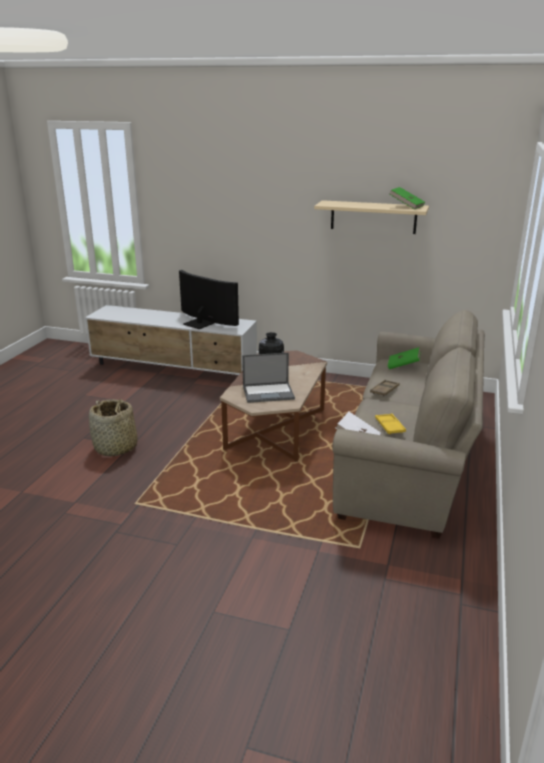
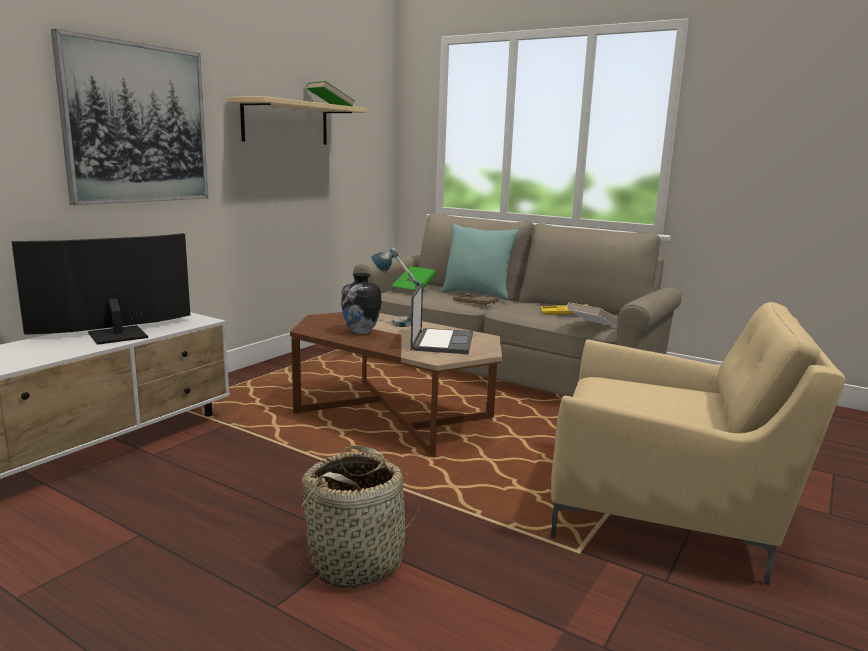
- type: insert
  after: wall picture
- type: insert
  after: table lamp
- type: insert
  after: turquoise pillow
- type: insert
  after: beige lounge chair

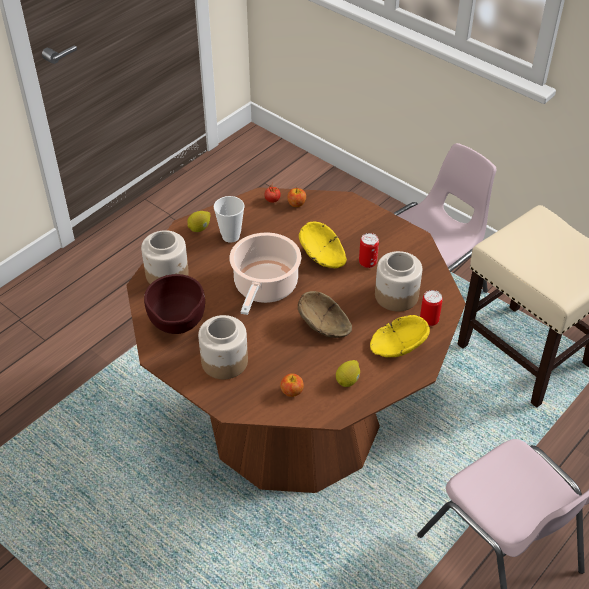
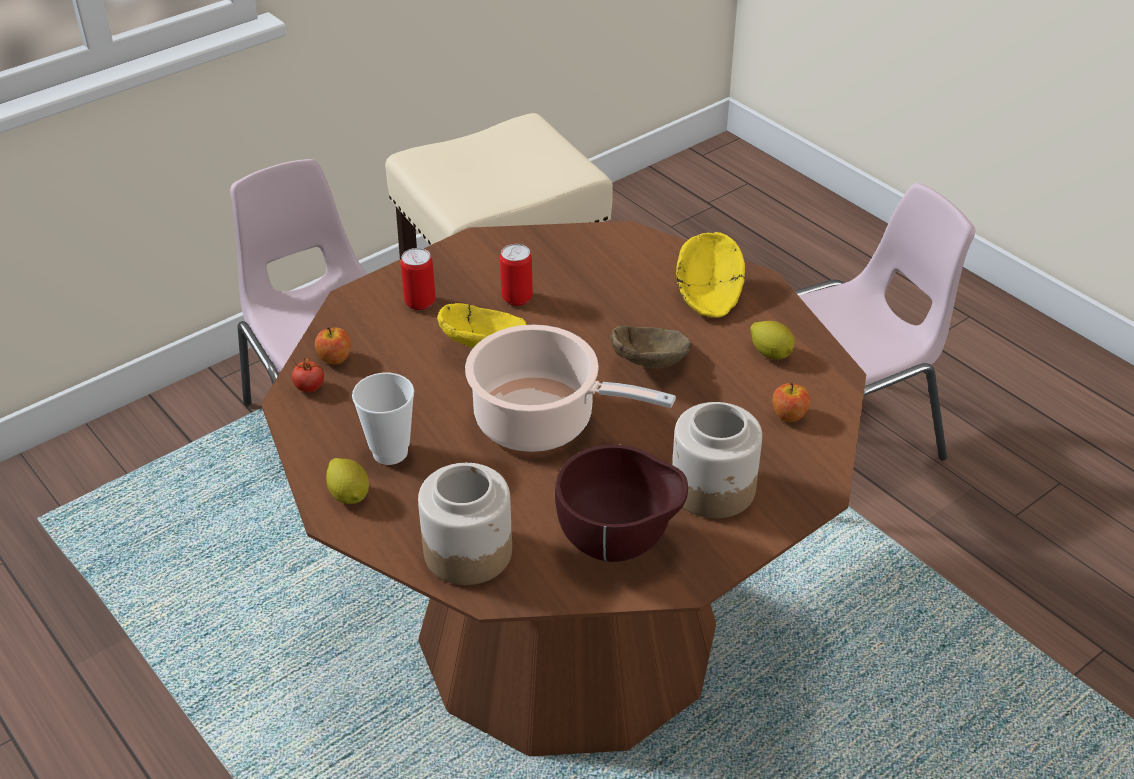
- type: move
  before: metal can (2nd from left in the first image)
  after: metal can (1st from left)
- type: delete
  before: jar (3rd from left)

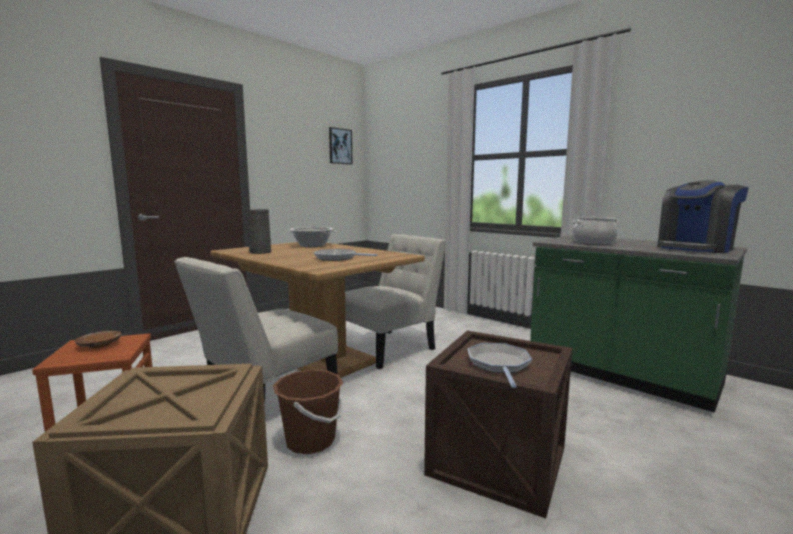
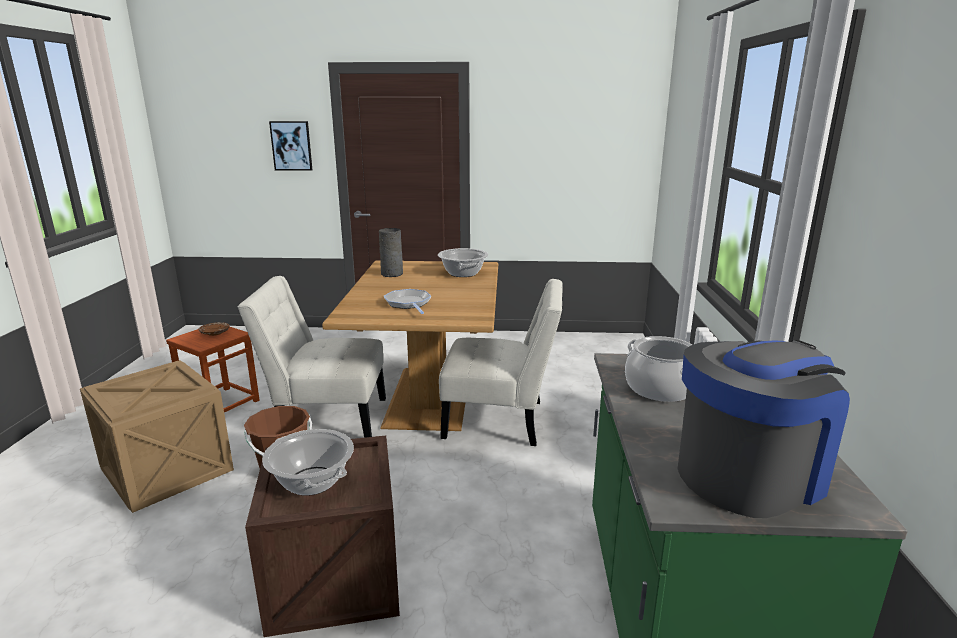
- type: replace
  before: frying pan (2nd from left)
  after: saucepot (1st from left)
- type: move
  before: wall picture
- type: rotate
  before: coffee machine
  turn: 135

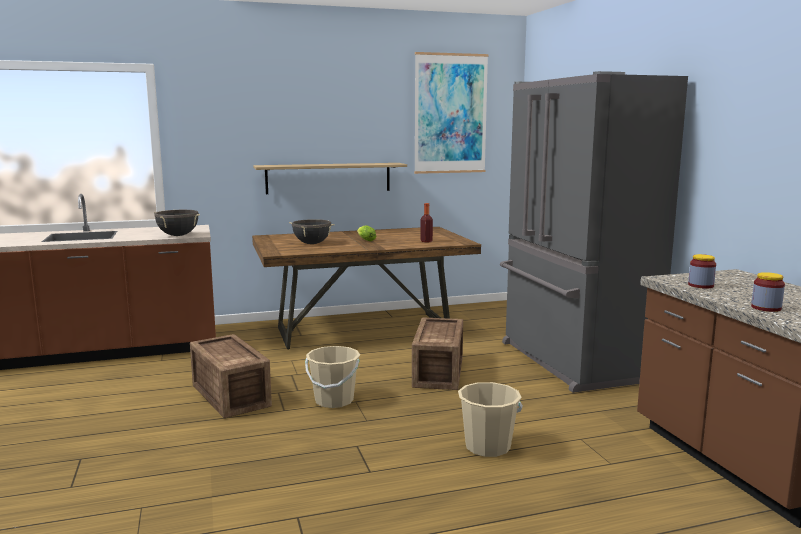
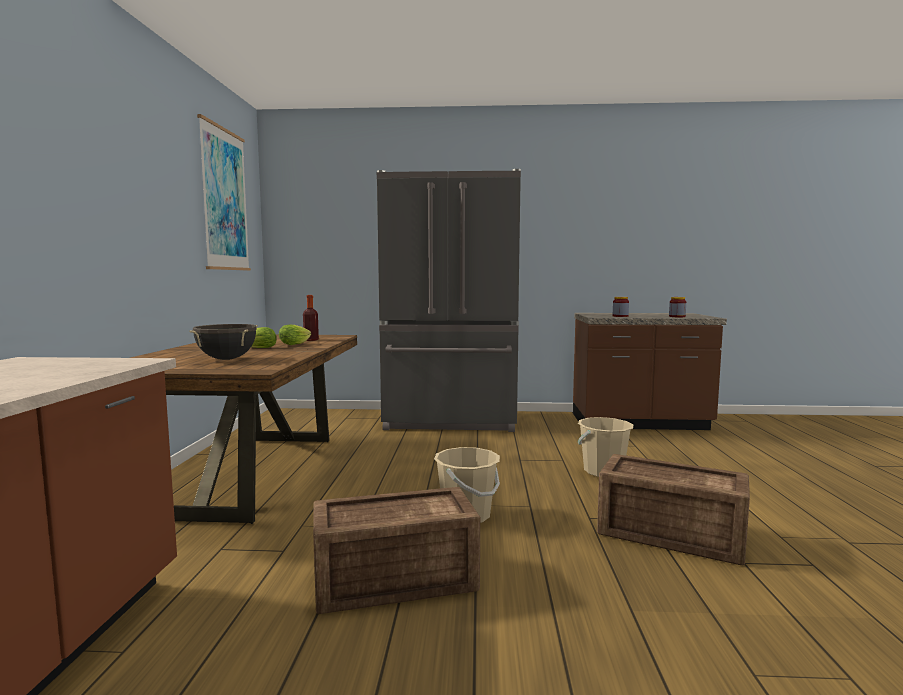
- type: insert
  after: lettuce head (2nd from left)
- type: move
  before: crate (2nd from left)
- type: delete
  before: blackish saucepot (1st from left)
- type: delete
  before: bracket shelf

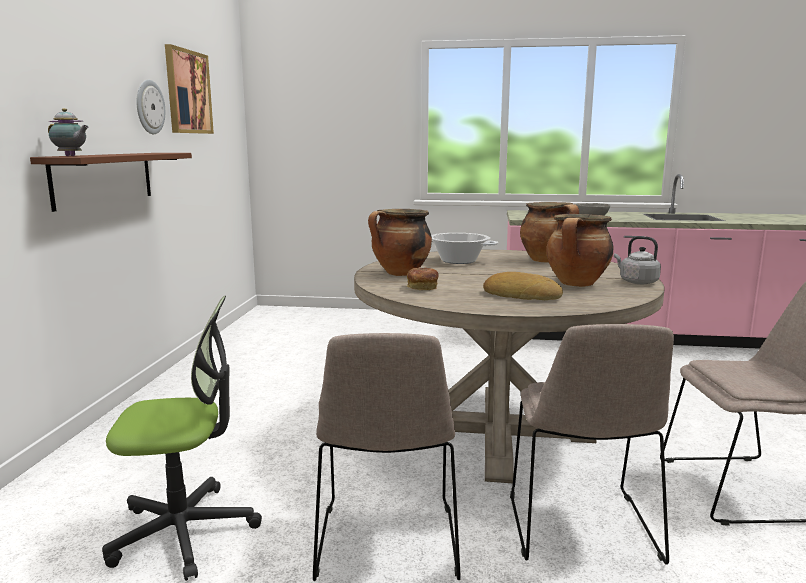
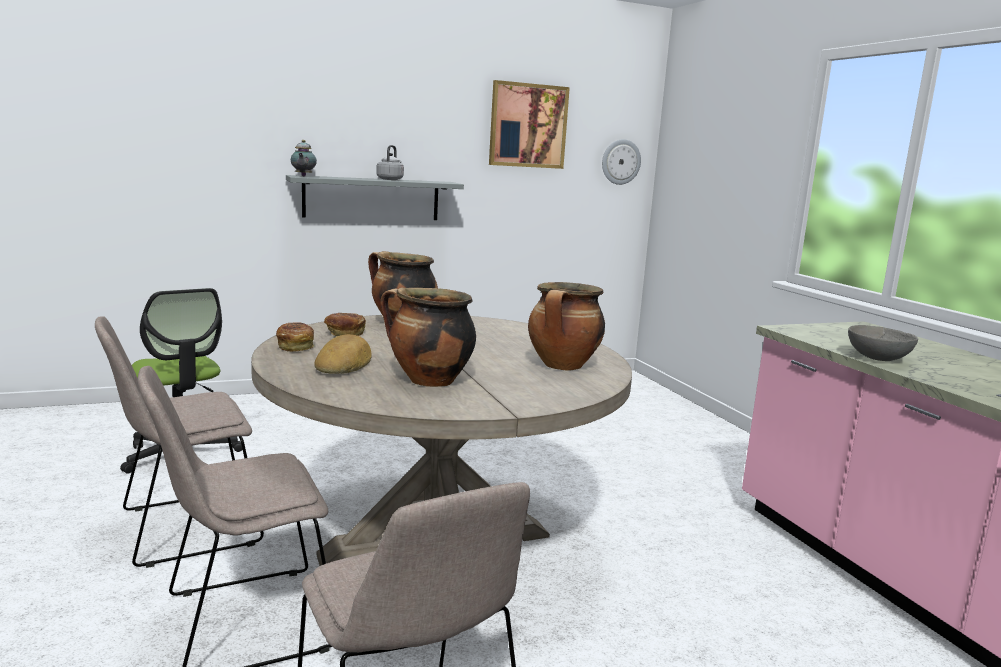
- type: insert
  after: bakery bread (1st from left)
- type: recolor
  before: brown bracket shelf
  after: grey bracket shelf
- type: move
  before: grey water kettle
- type: move
  before: hanging clock
- type: delete
  before: saucepot (2nd from left)

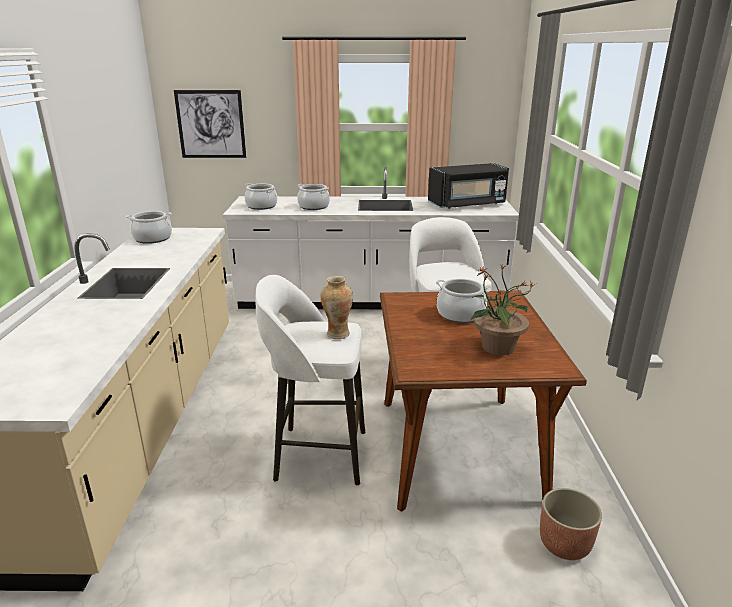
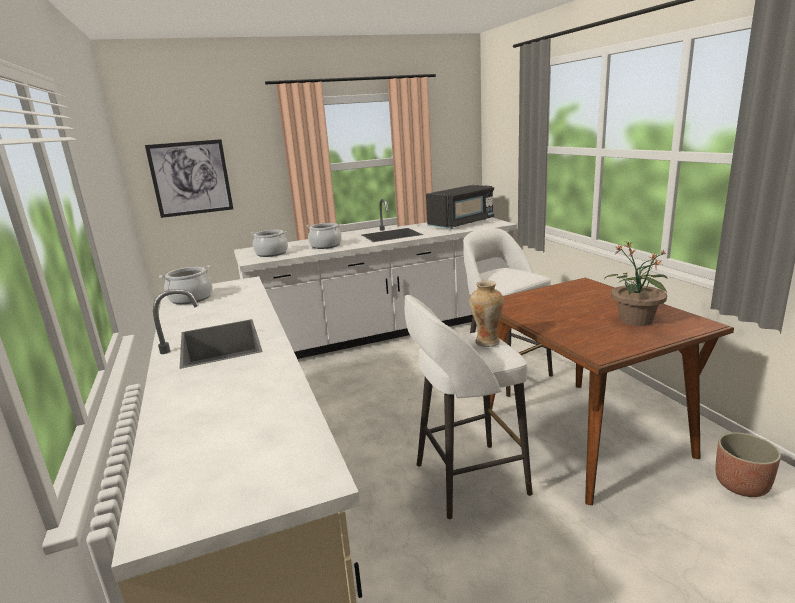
- type: delete
  before: saucepot (4th from left)

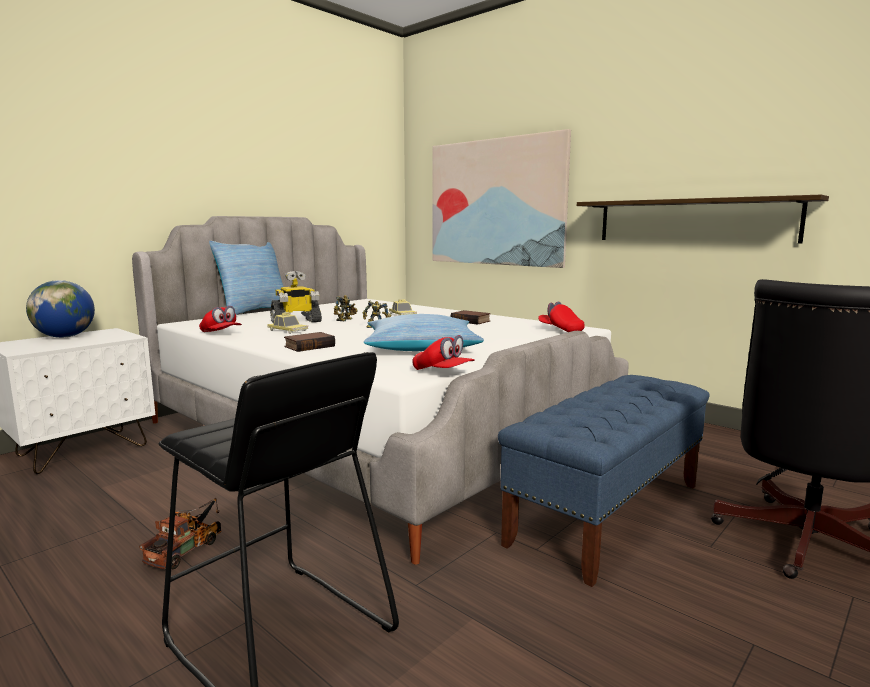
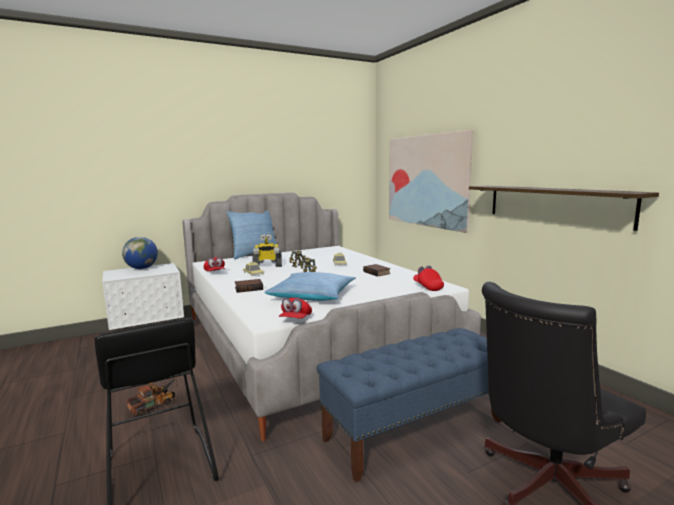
- type: rotate
  before: reddish peaked cap (2nd from left)
  turn: 45

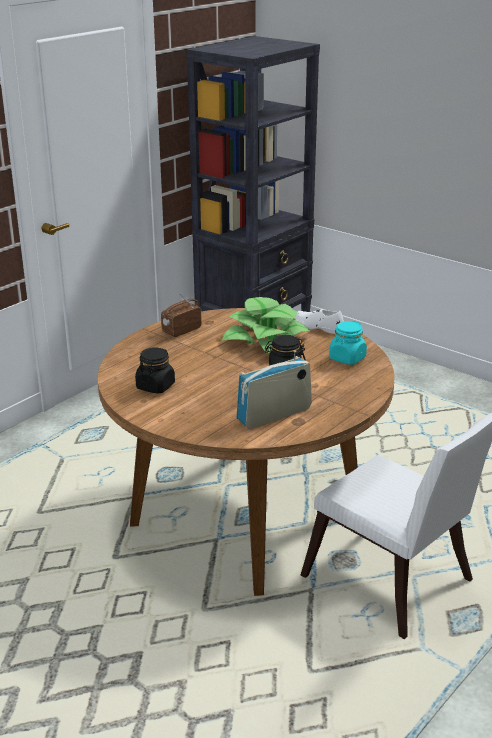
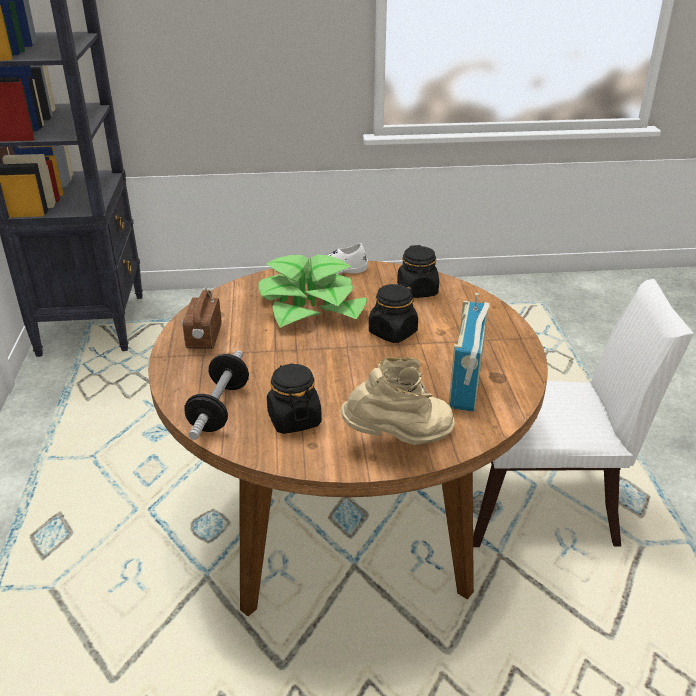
- type: insert
  after: free weight
- type: insert
  after: beige boot
- type: recolor
  before: turquoise jar
  after: blackish jar (3rd from left)

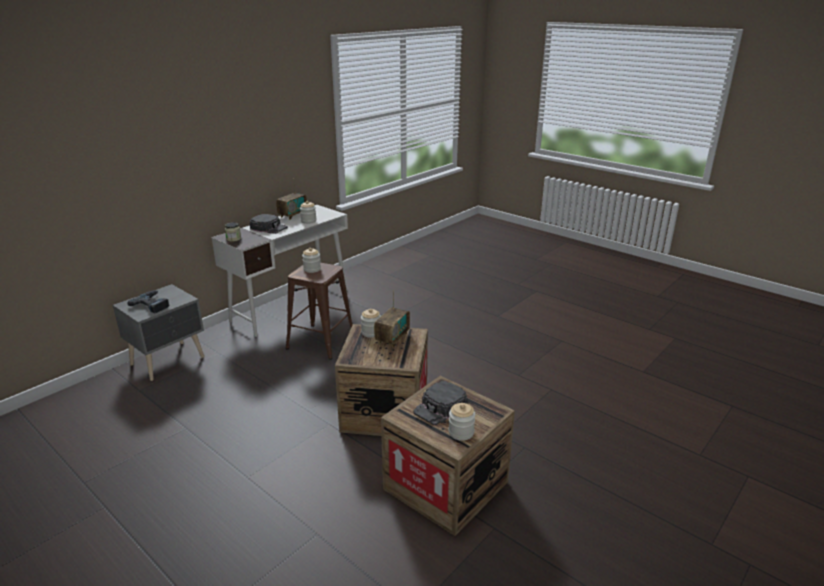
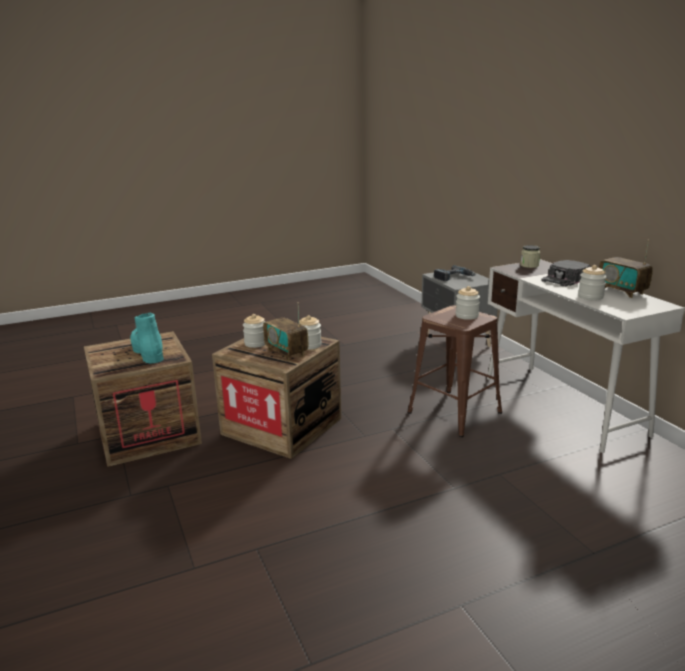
- type: replace
  before: blackish peaked cap (2nd from left)
  after: turquoise boot
- type: move
  before: jar (5th from left in the first image)
  after: jar (1st from left)

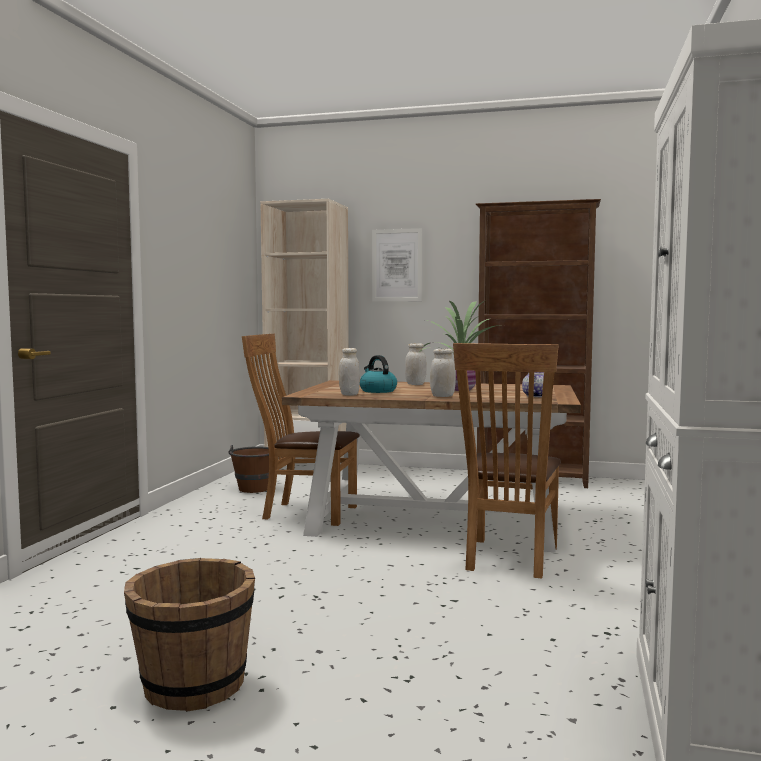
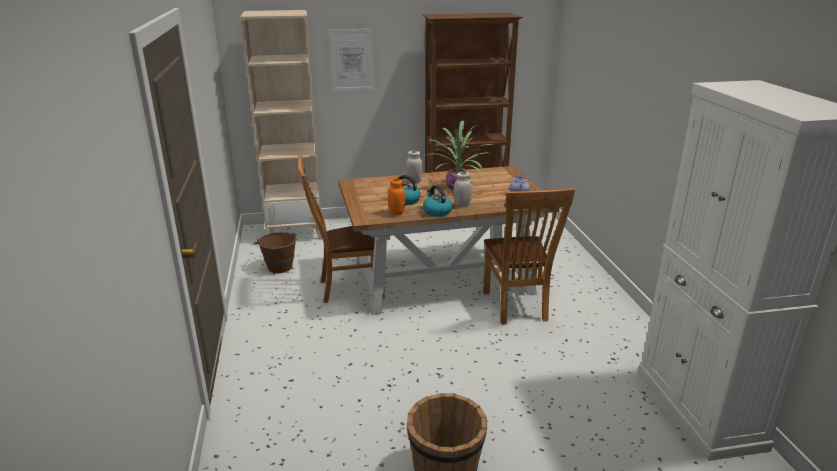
- type: recolor
  before: white jar (1st from left)
  after: orange jar
- type: insert
  after: water kettle (2nd from left)

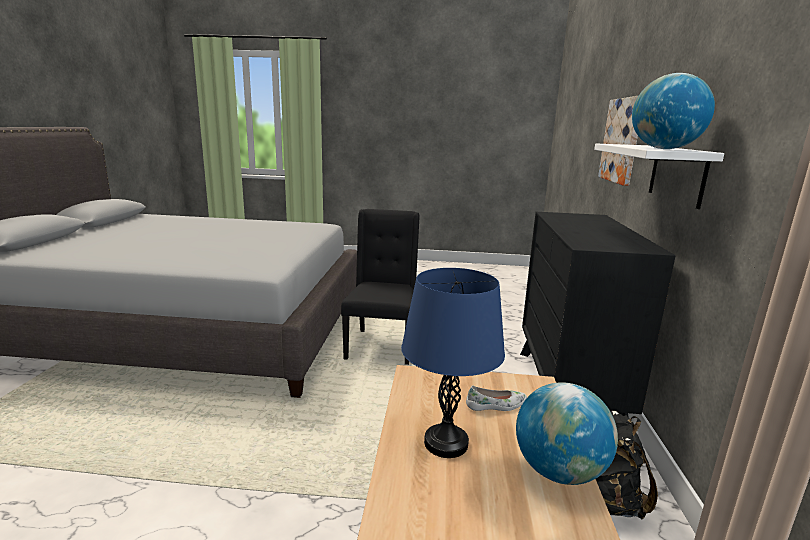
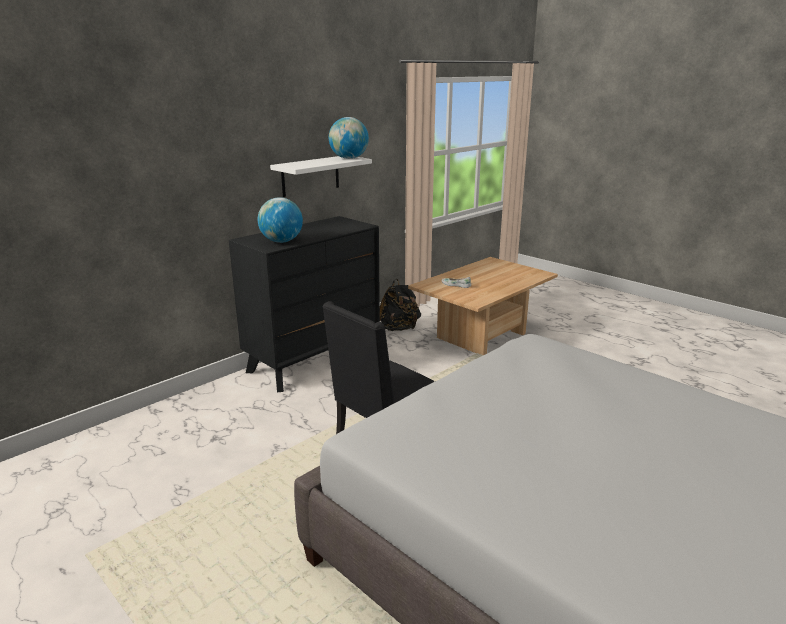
- type: move
  before: world globe (1st from left)
- type: delete
  before: bluish table lamp
- type: delete
  before: wall picture

